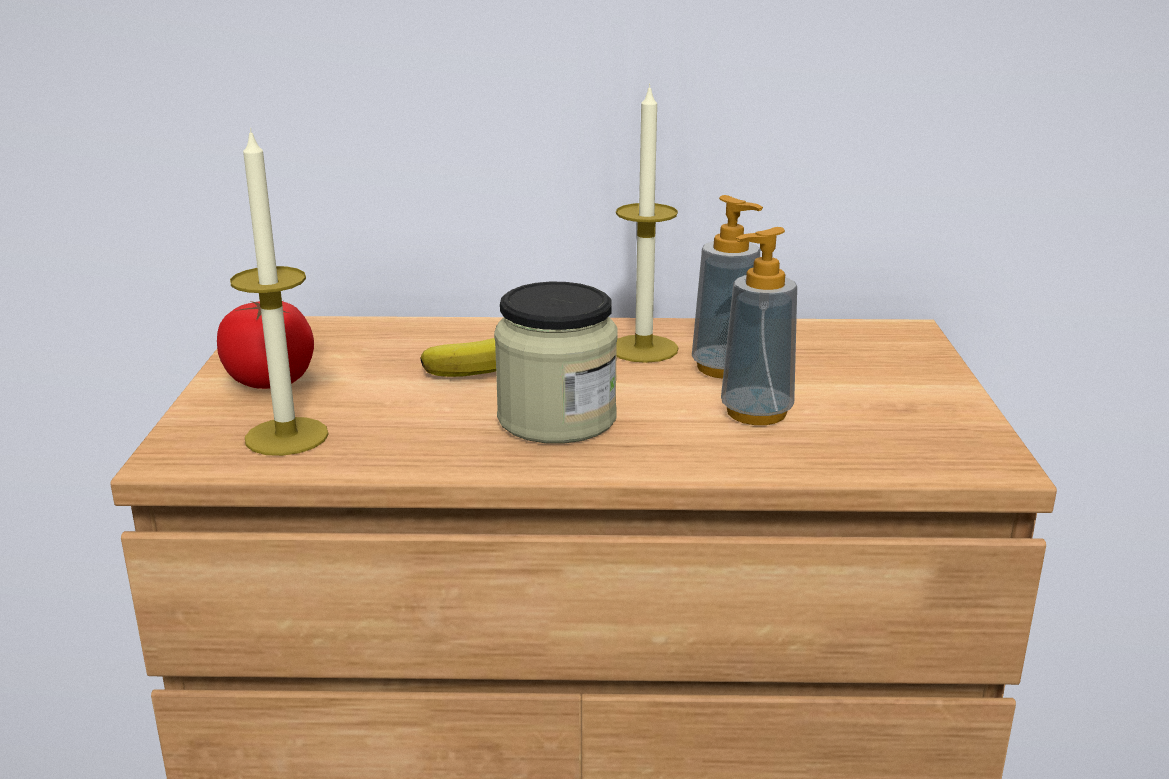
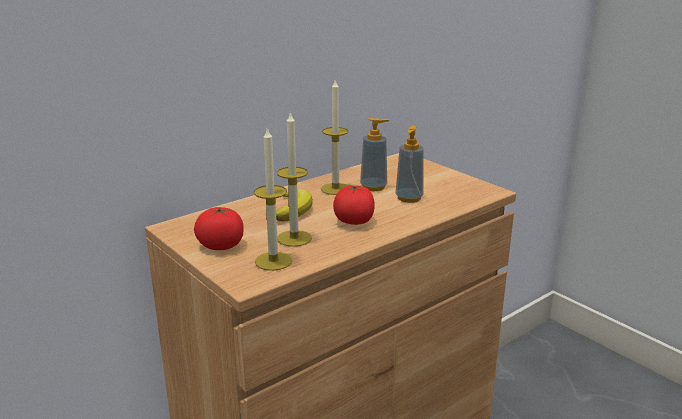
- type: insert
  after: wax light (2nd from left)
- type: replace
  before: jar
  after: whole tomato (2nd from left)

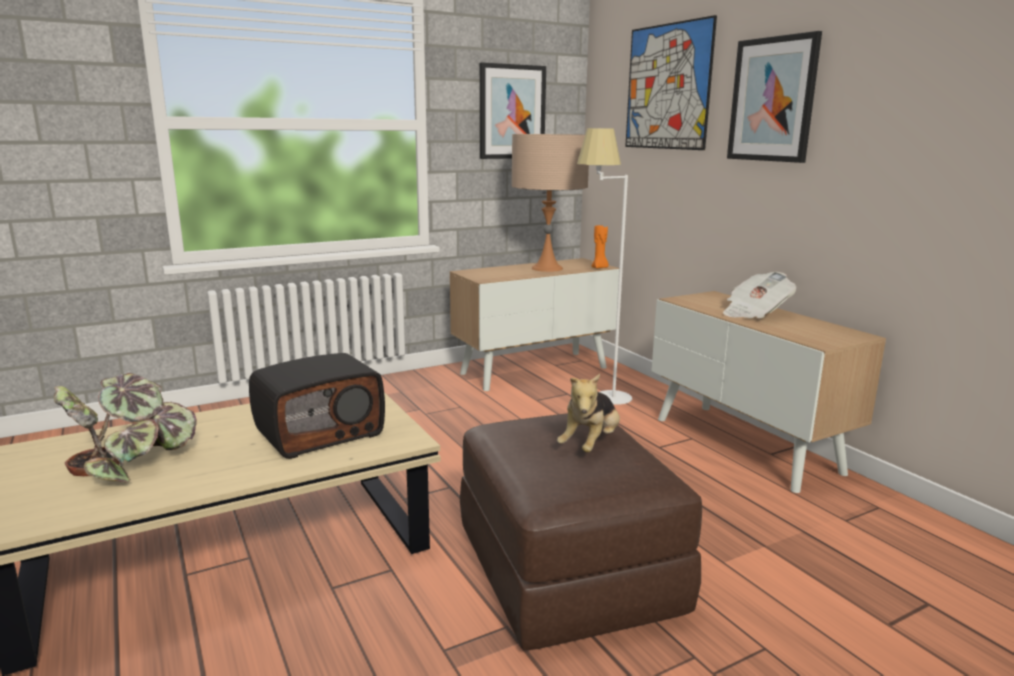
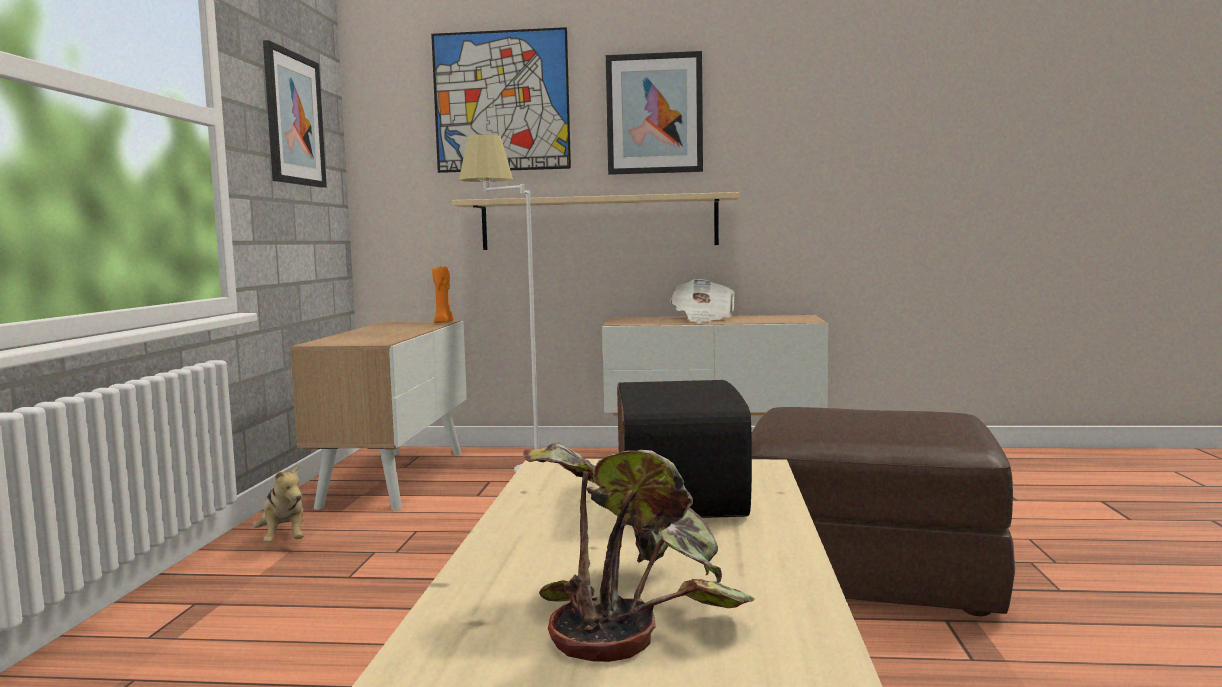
- type: move
  before: plush toy
- type: insert
  after: beige bracket shelf
- type: delete
  before: beige table lamp

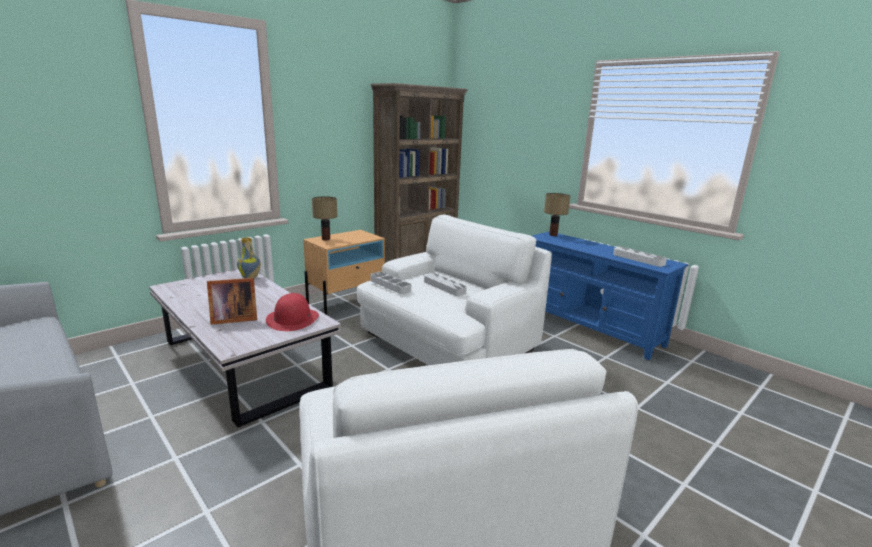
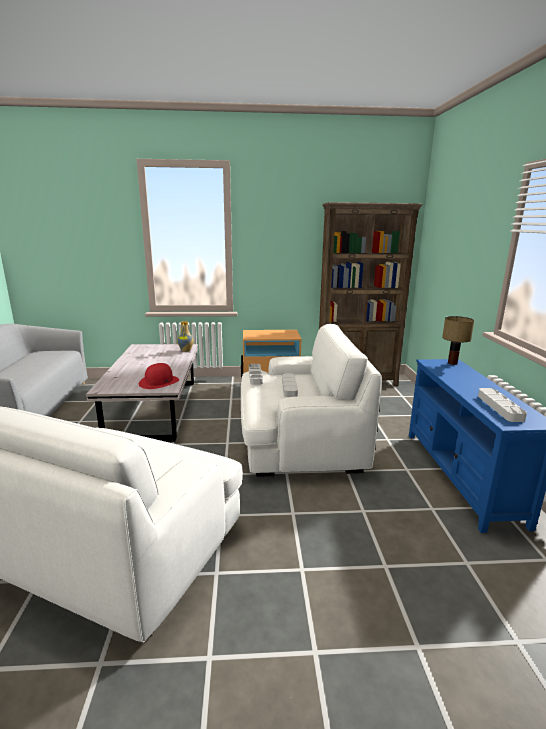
- type: delete
  before: photo frame
- type: delete
  before: table lamp (1st from left)

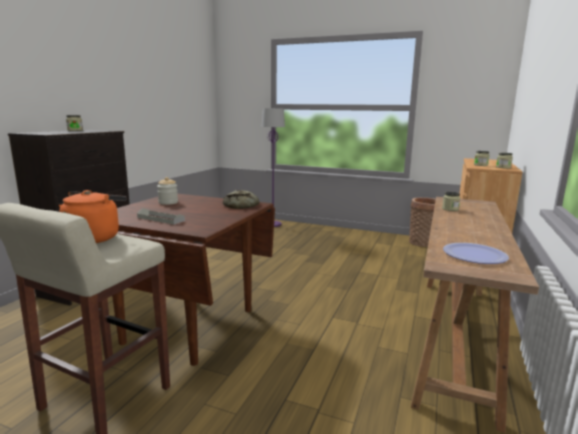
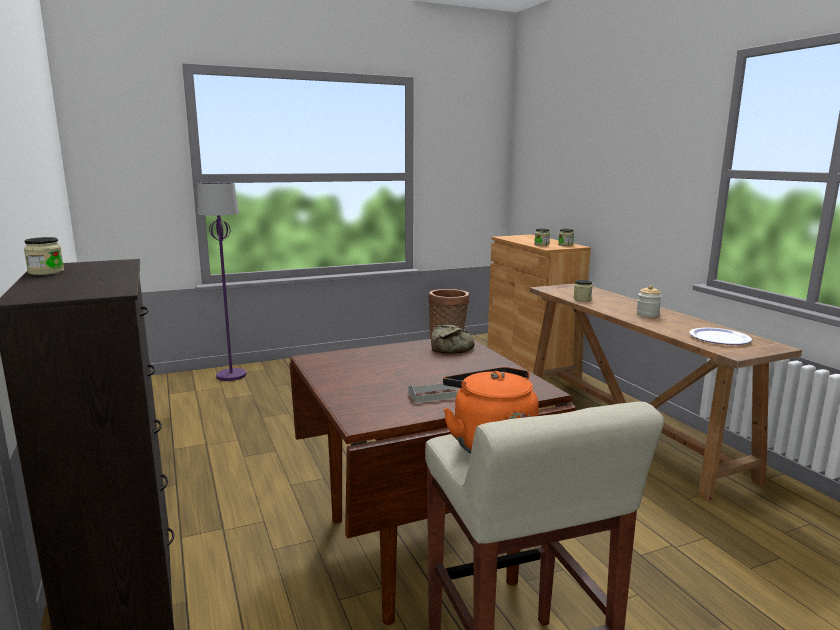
- type: move
  before: jar (2nd from left in the first image)
  after: jar (5th from left)

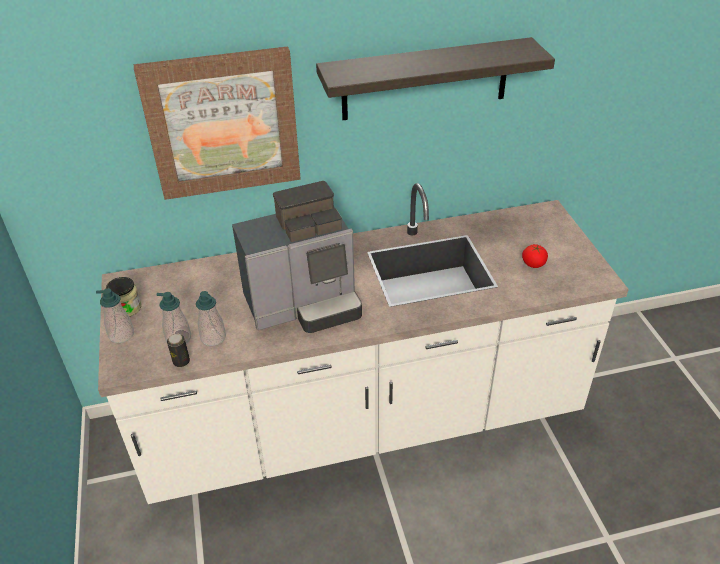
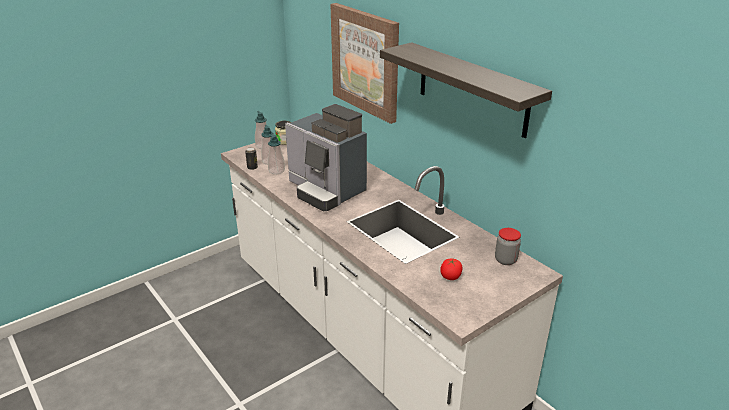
- type: insert
  after: jar (2nd from left)

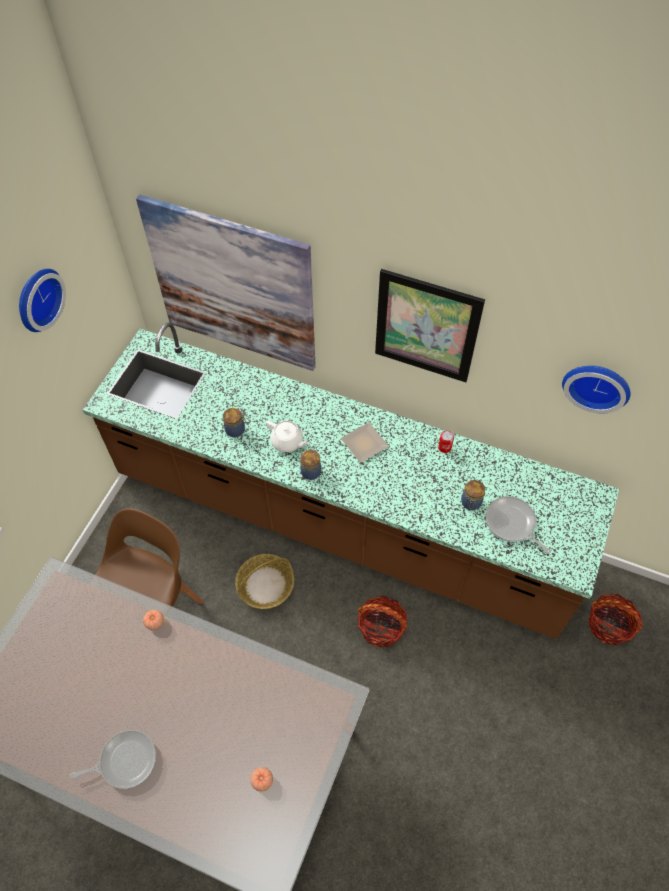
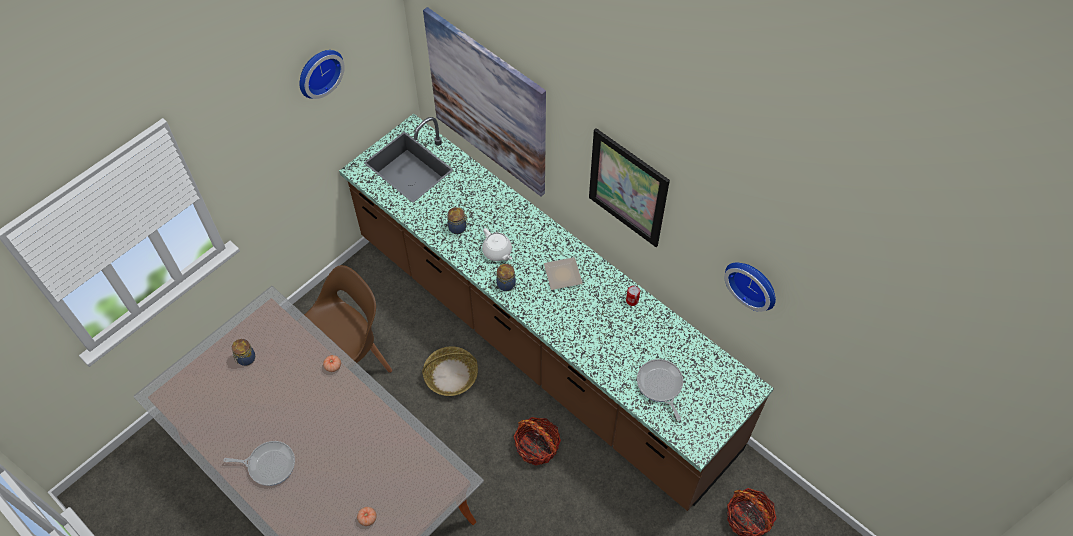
- type: move
  before: jar (3rd from left in the first image)
  after: jar (1st from left)

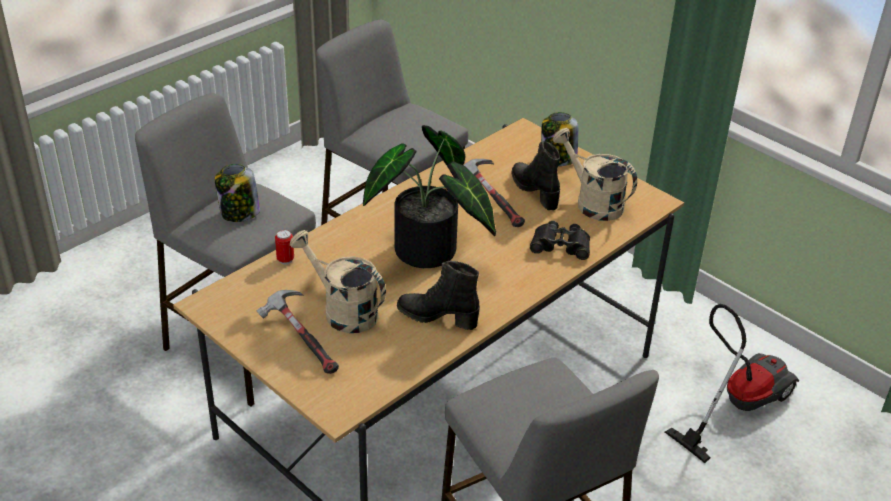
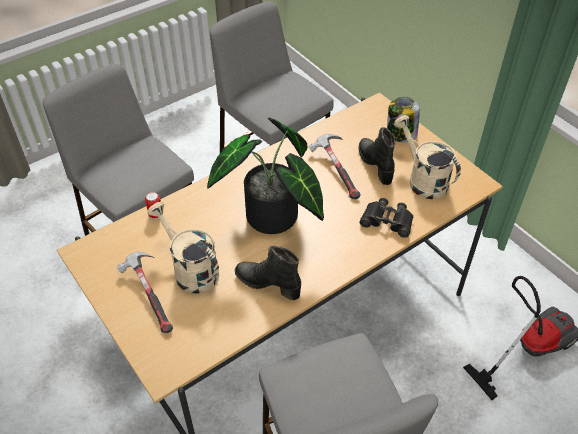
- type: delete
  before: jar (1st from left)

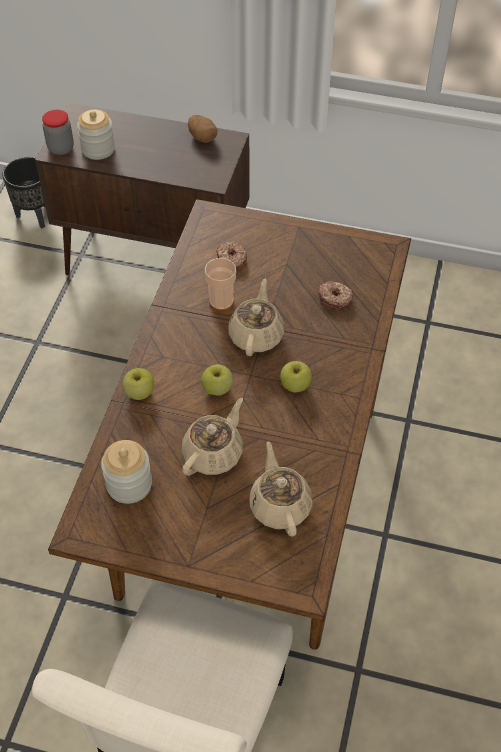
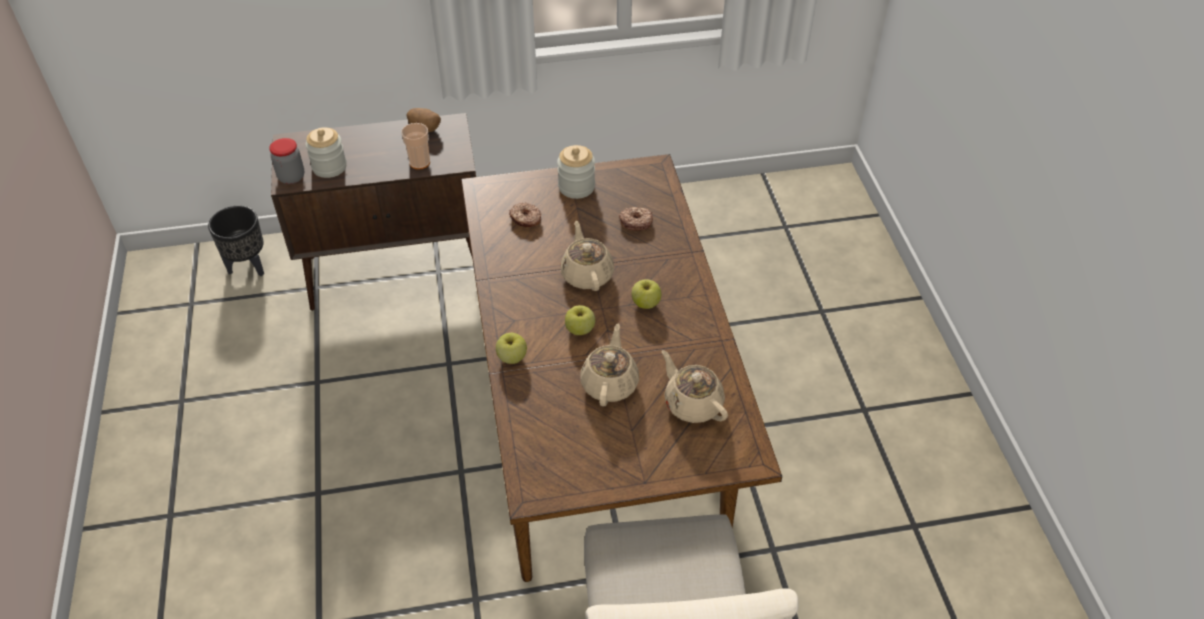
- type: move
  before: small cup
- type: move
  before: jar (3rd from left)

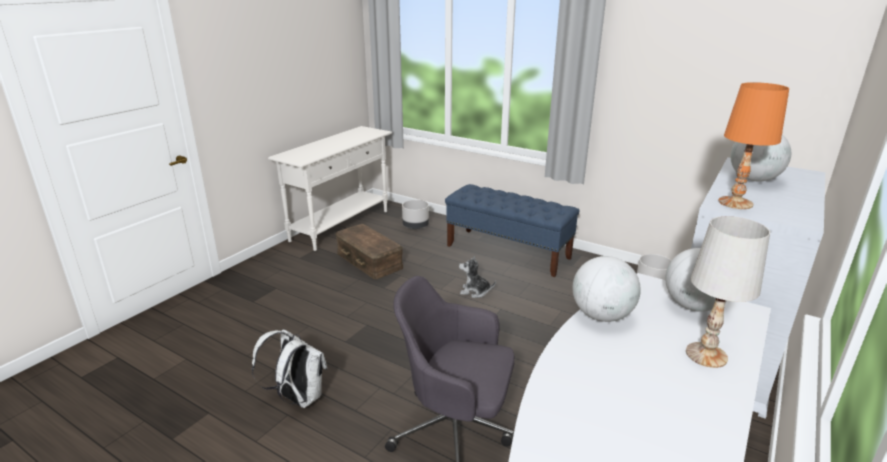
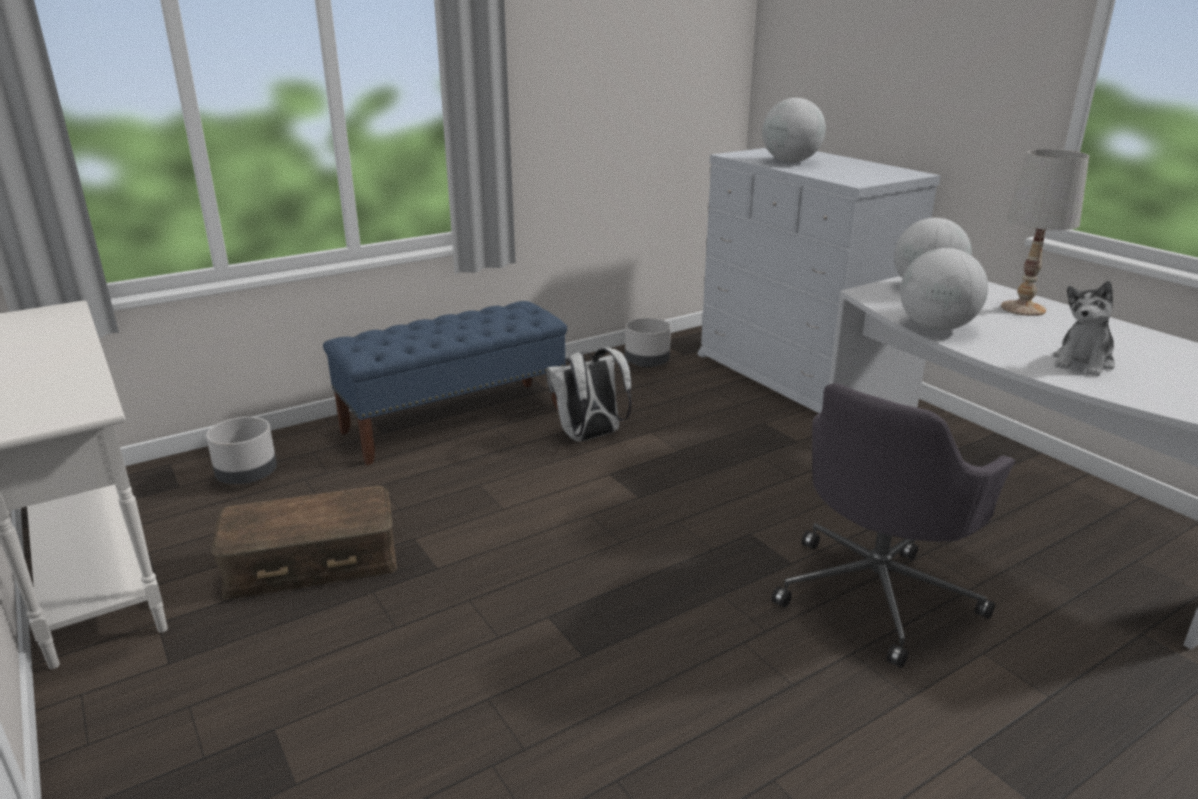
- type: move
  before: white rucksack
- type: move
  before: plush toy
- type: delete
  before: orange table lamp

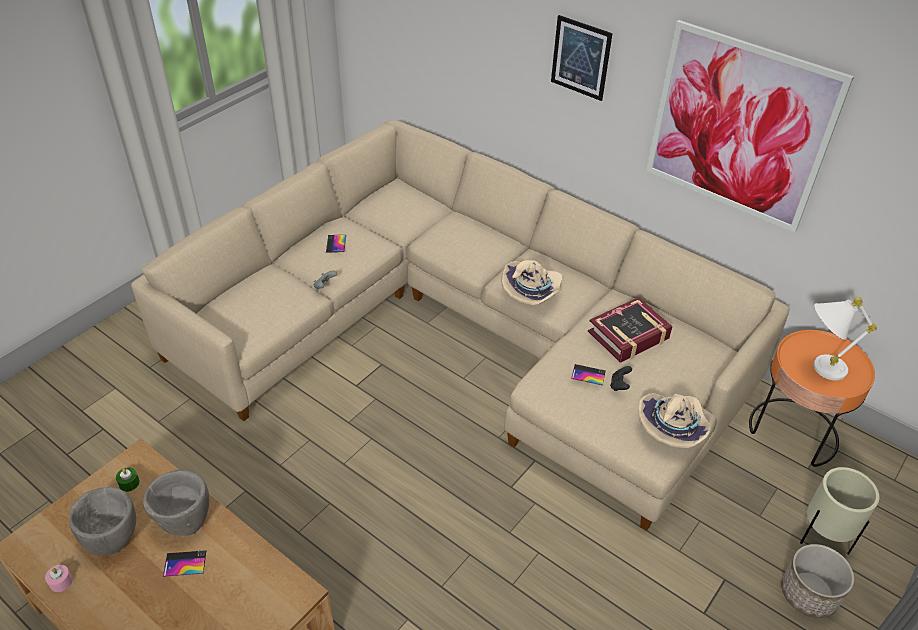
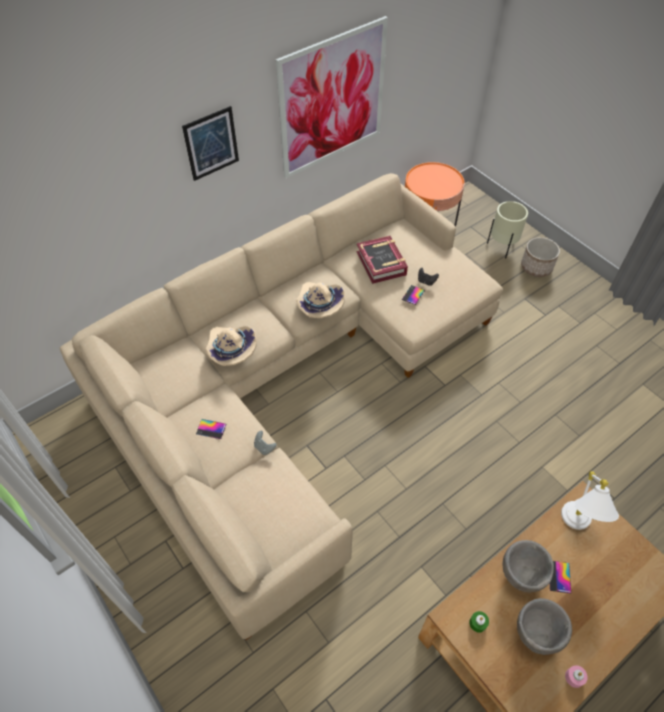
- type: move
  before: beige clothing hat (2nd from left in the first image)
  after: beige clothing hat (1st from left)
- type: move
  before: white table lamp

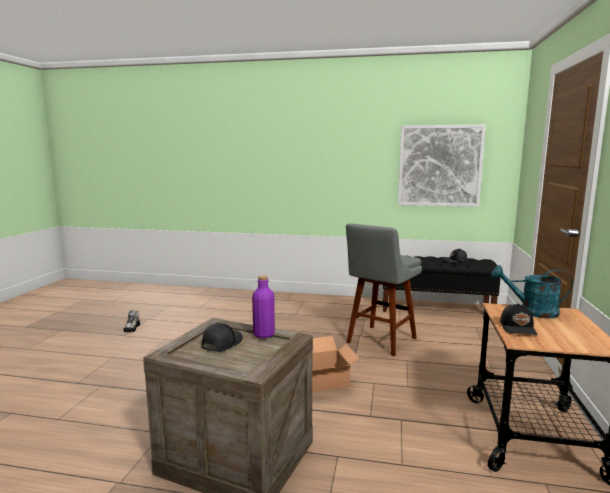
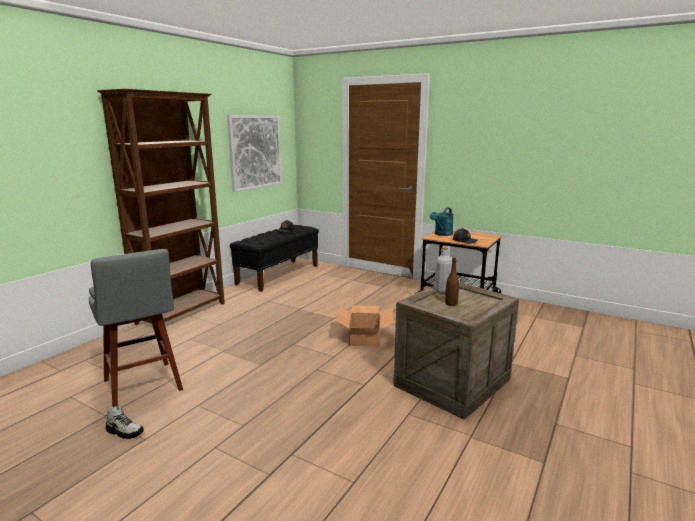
- type: move
  before: grey sitting stool
- type: insert
  after: brown bookcase
- type: recolor
  before: purple-coloured bottle
  after: grey bottle
- type: replace
  before: blackish peaked cap (1st from left)
  after: brown bottle

